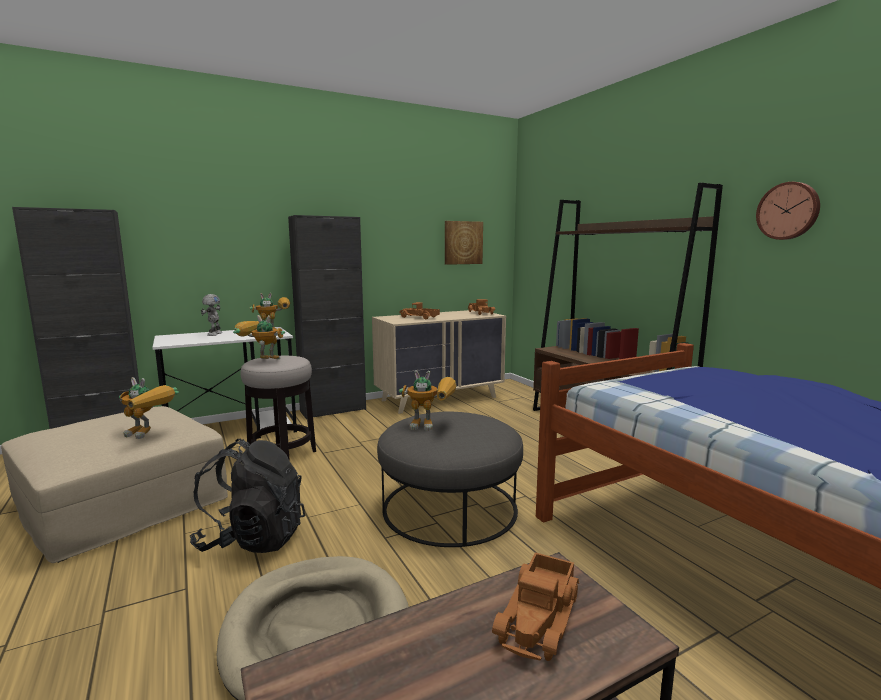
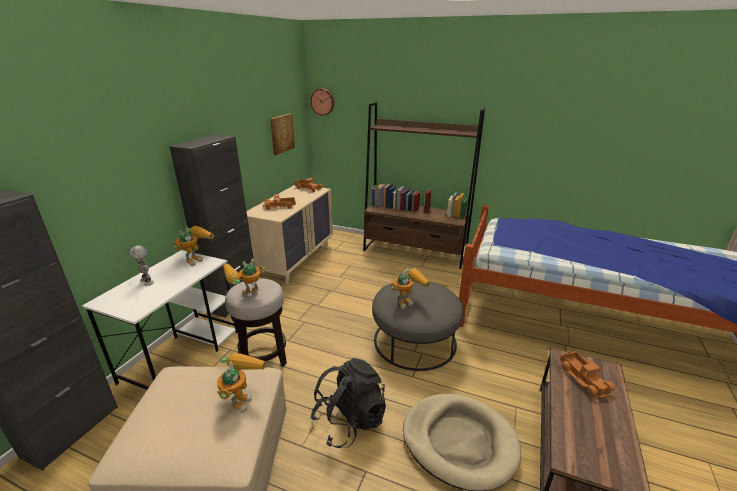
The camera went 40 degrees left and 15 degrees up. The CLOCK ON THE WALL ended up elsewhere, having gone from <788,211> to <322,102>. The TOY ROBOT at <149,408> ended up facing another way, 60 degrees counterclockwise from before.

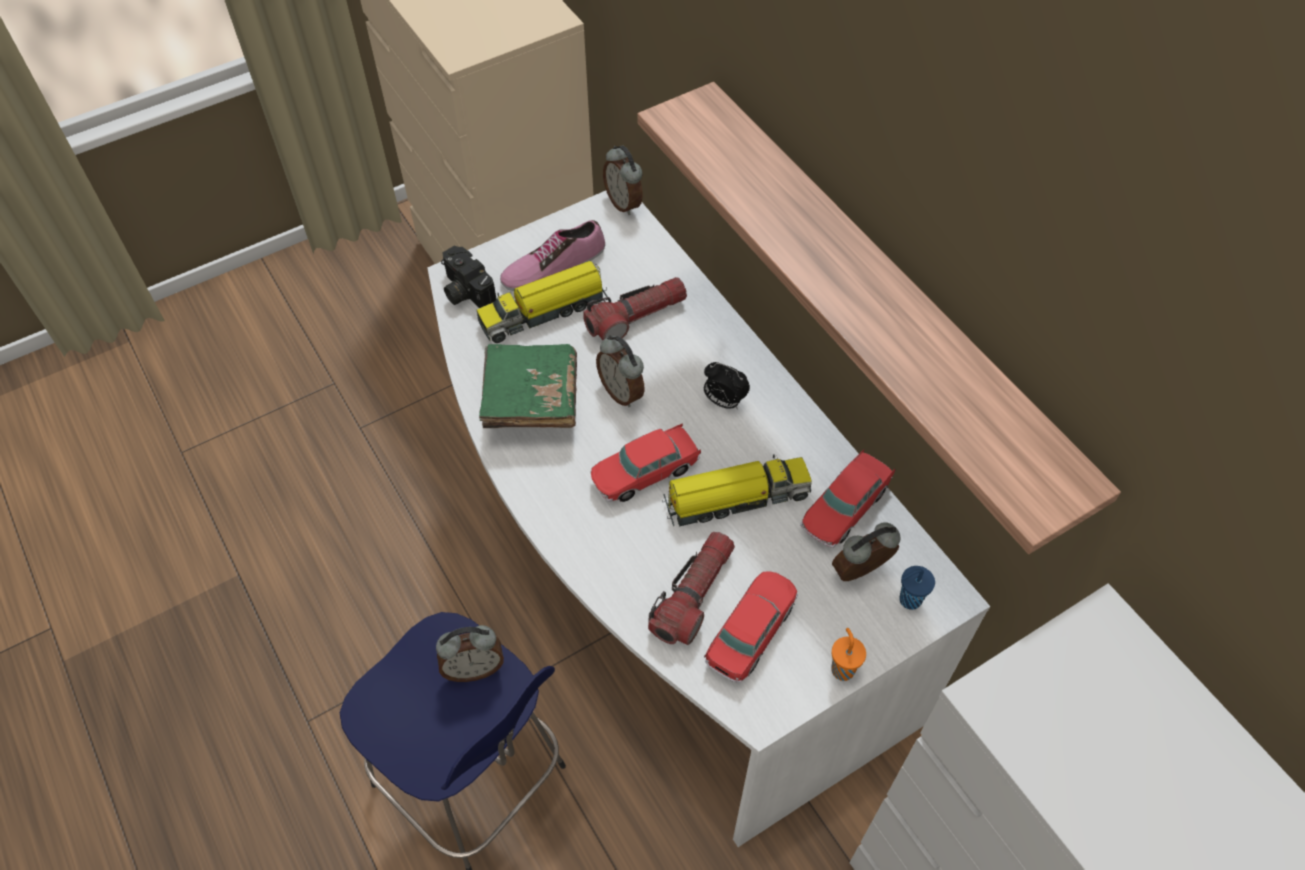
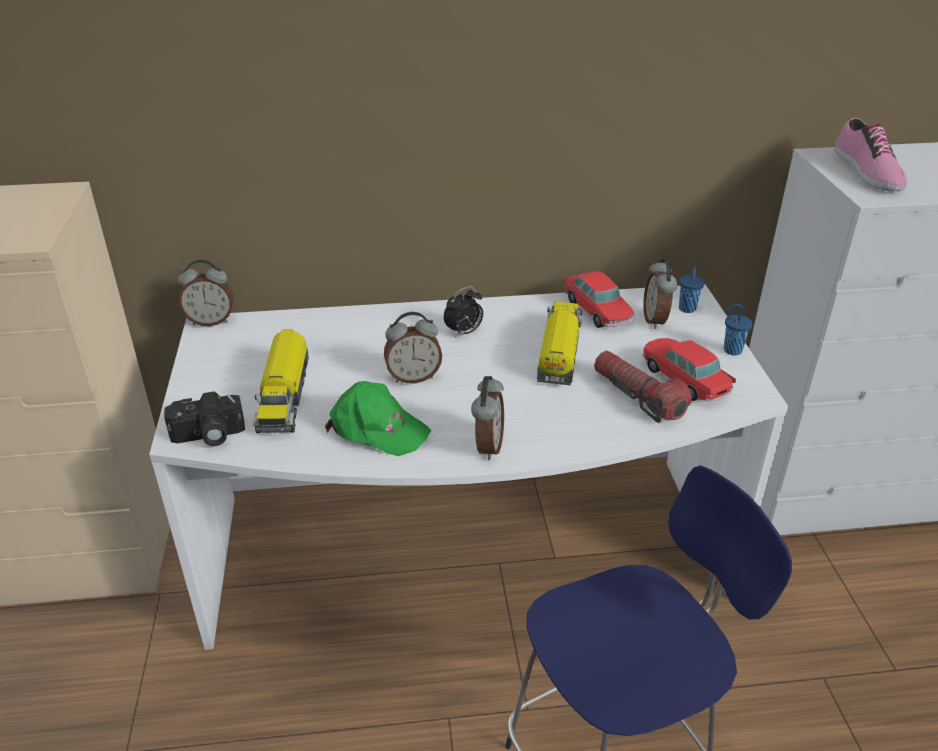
The camera went 65 degrees left and 20 degrees down. The second view lost the BRACKET SHELF at <879,318>. The SHOE ended up elsewhere, having gone from <552,255> to <870,154>. The second view lost the FLASHLIGHT at <635,308>. Where the GREEN VOLUME stood at <528,386>, the GREEN CAP came to stand at <378,418>. The second view lost the TOY CAR at <646,462>. The ALARM CLOCK ended up elsewhere, having gone from <470,653> to <487,418>. What was the ORANGE-COLOURED DRINKING CUP at <848,654> turned into the BLUE DRINKING CUP at <738,329>.

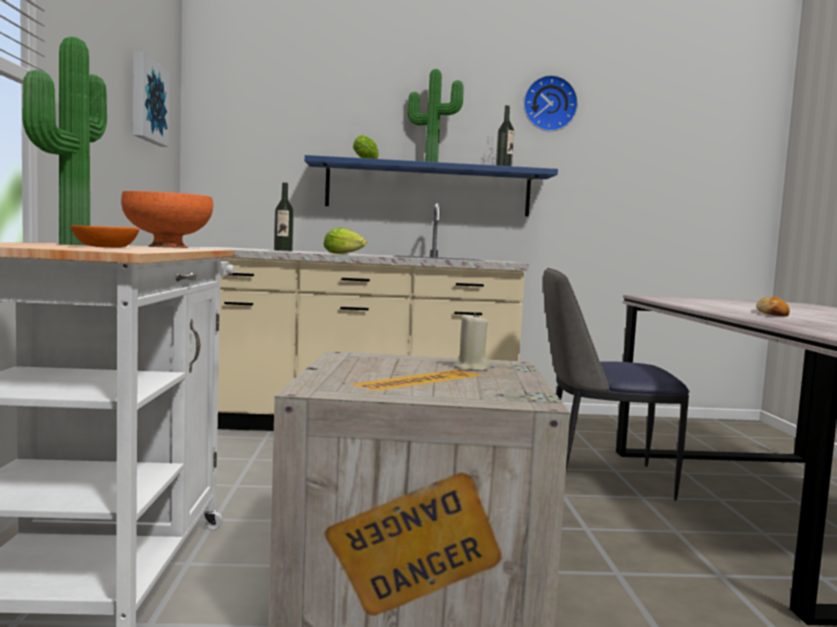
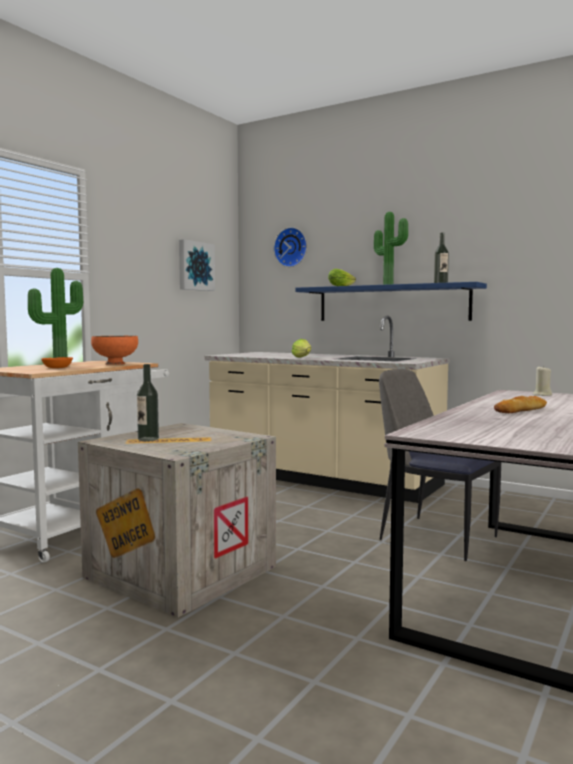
The camera went 35 degrees right and 0 degrees up. The CLOCK ON THE WALL ended up elsewhere, having gone from <550,103> to <290,247>. The BOTTLE ended up elsewhere, having gone from <284,216> to <148,402>. The SAND-COLOURED WAX LIGHT ended up elsewhere, having gone from <471,341> to <542,381>.

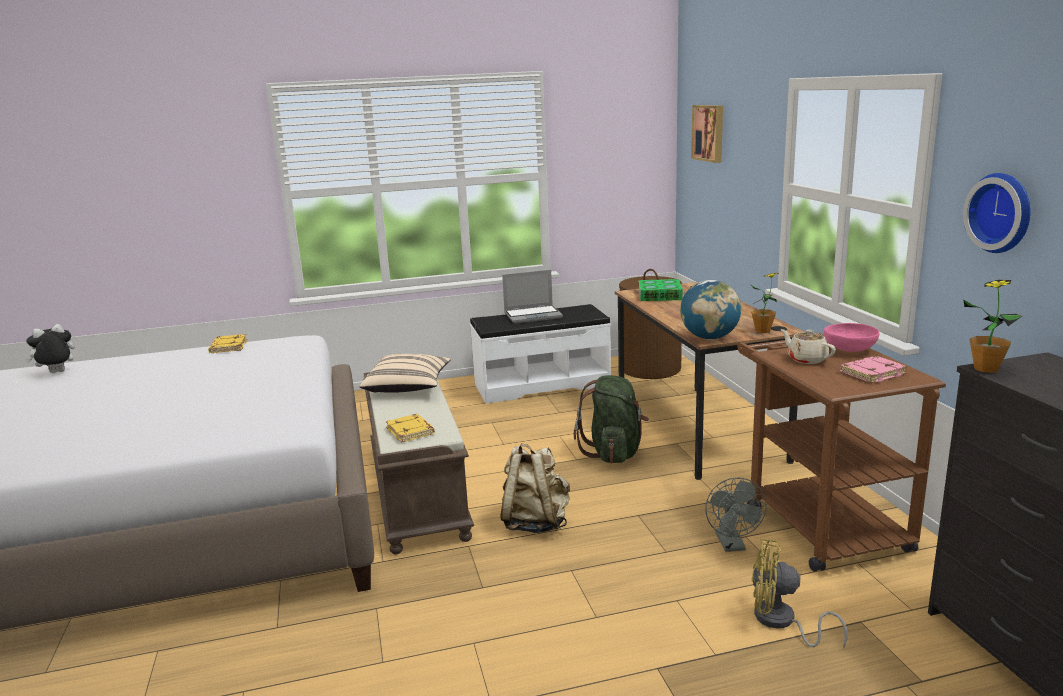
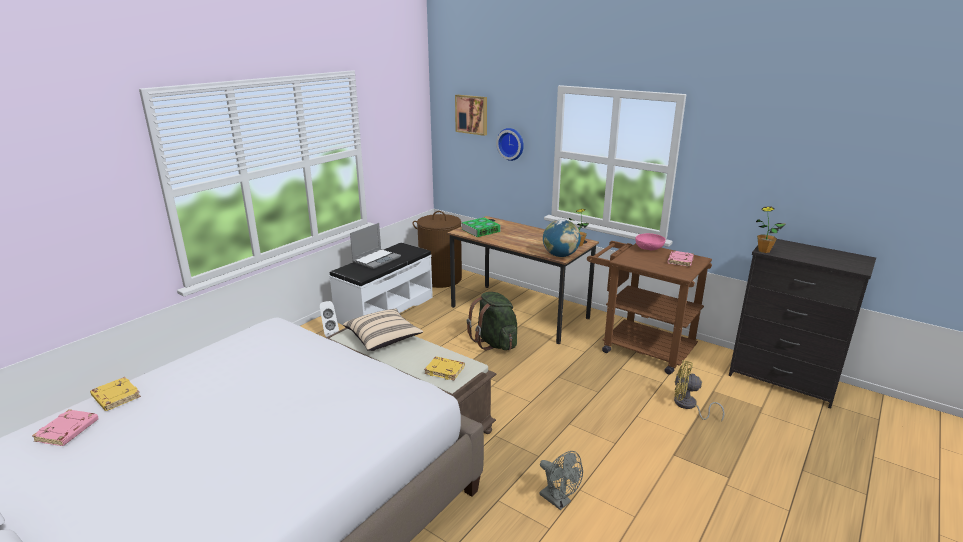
The camera went 40 degrees left and 5 degrees up. The CLOCK ON THE WALL ended up elsewhere, having gone from <997,213> to <510,144>. Where the SOFT TOY stood at <50,348>, the PINKISH VOLUME came to stand at <65,427>. The second view lost the SAND-COLOURED TEAPOT at <808,346>. The YELLOWISH VOLUME ended up elsewhere, having gone from <227,343> to <115,394>. The second view lost the SAND-COLOURED BACKPACK at <535,488>. The GREY FAN ended up elsewhere, having gone from <736,514> to <561,480>. The YELLOWISH FAN at <800,593> ended up facing another way, 45 degrees clockwise from before. The second view gained the WHITISH AUDIO SPEAKER at <329,319>.

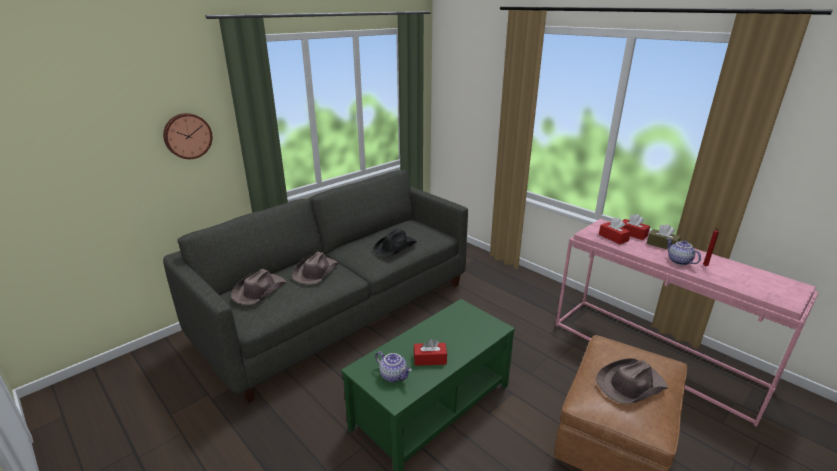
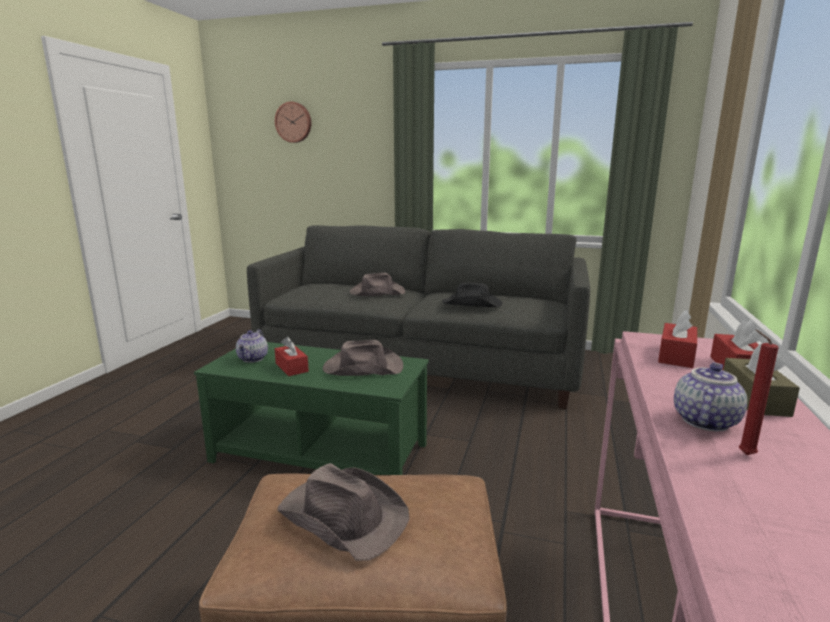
The camera went 60 degrees right and 10 degrees down. The CLOCK ON THE WALL ended up elsewhere, having gone from <187,136> to <293,122>. The BROWNISH CLOTHING HAT ended up elsewhere, having gone from <258,287> to <363,358>.

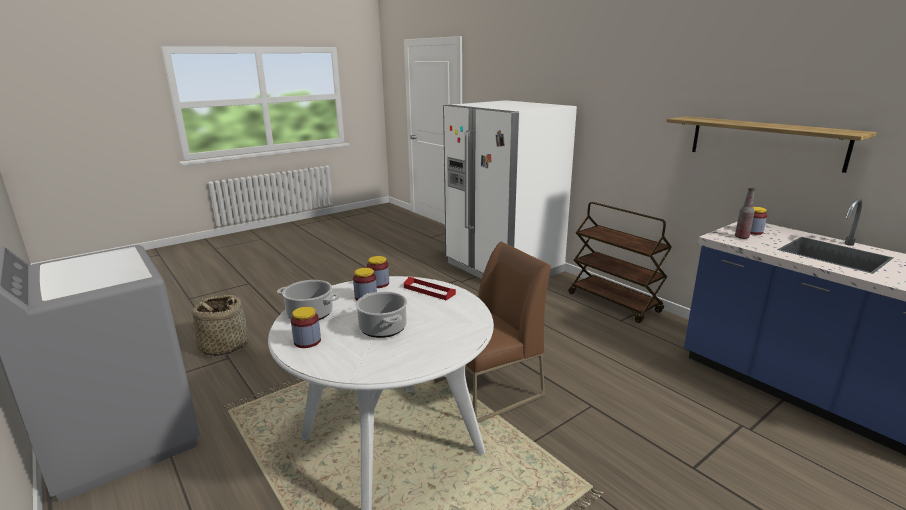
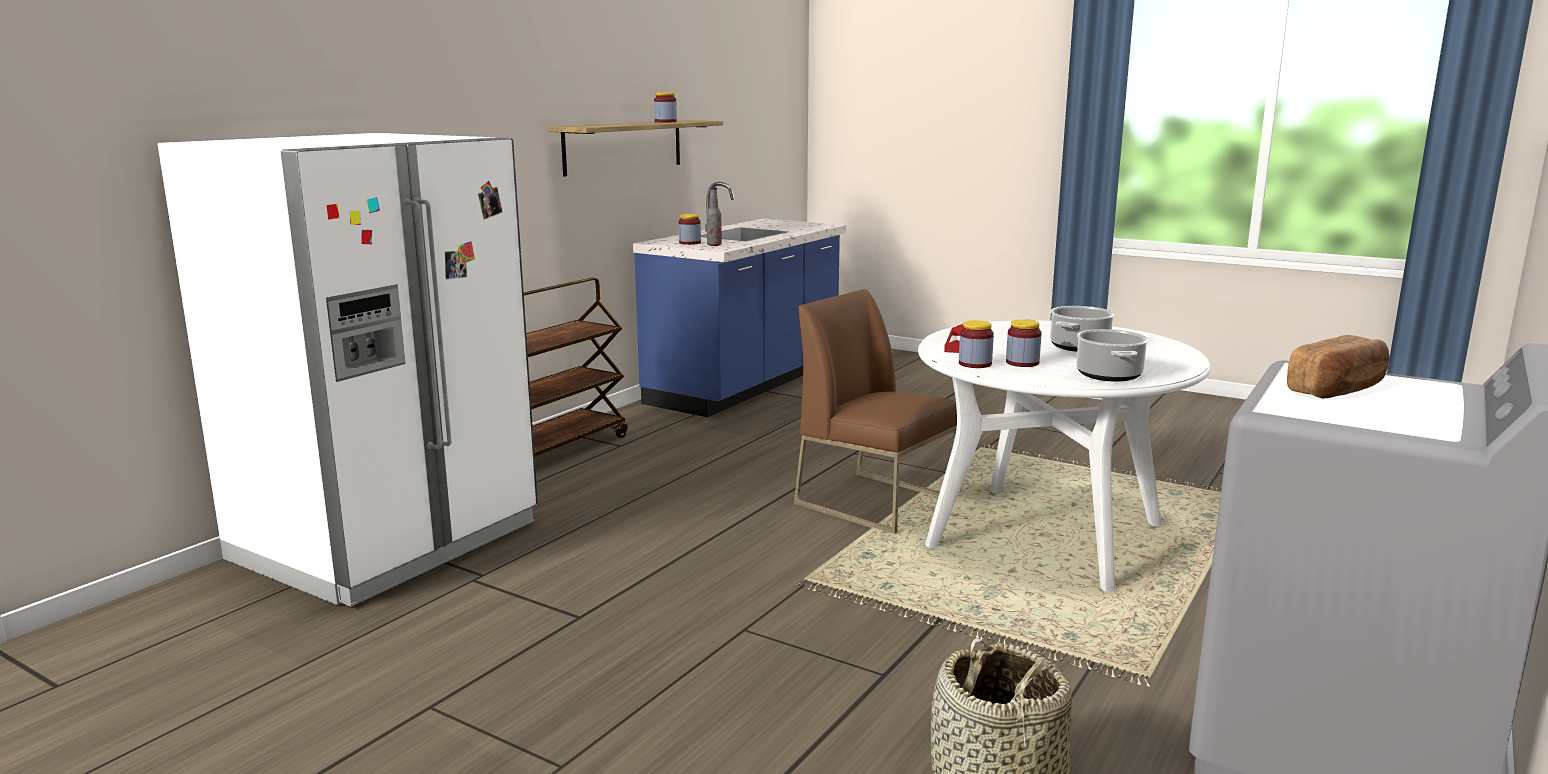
The camera went 110 degrees left and 5 degrees down. The STORAGE JAR ended up elsewhere, having gone from <306,327> to <665,107>. The second view gained the BREAD at <1338,367>.

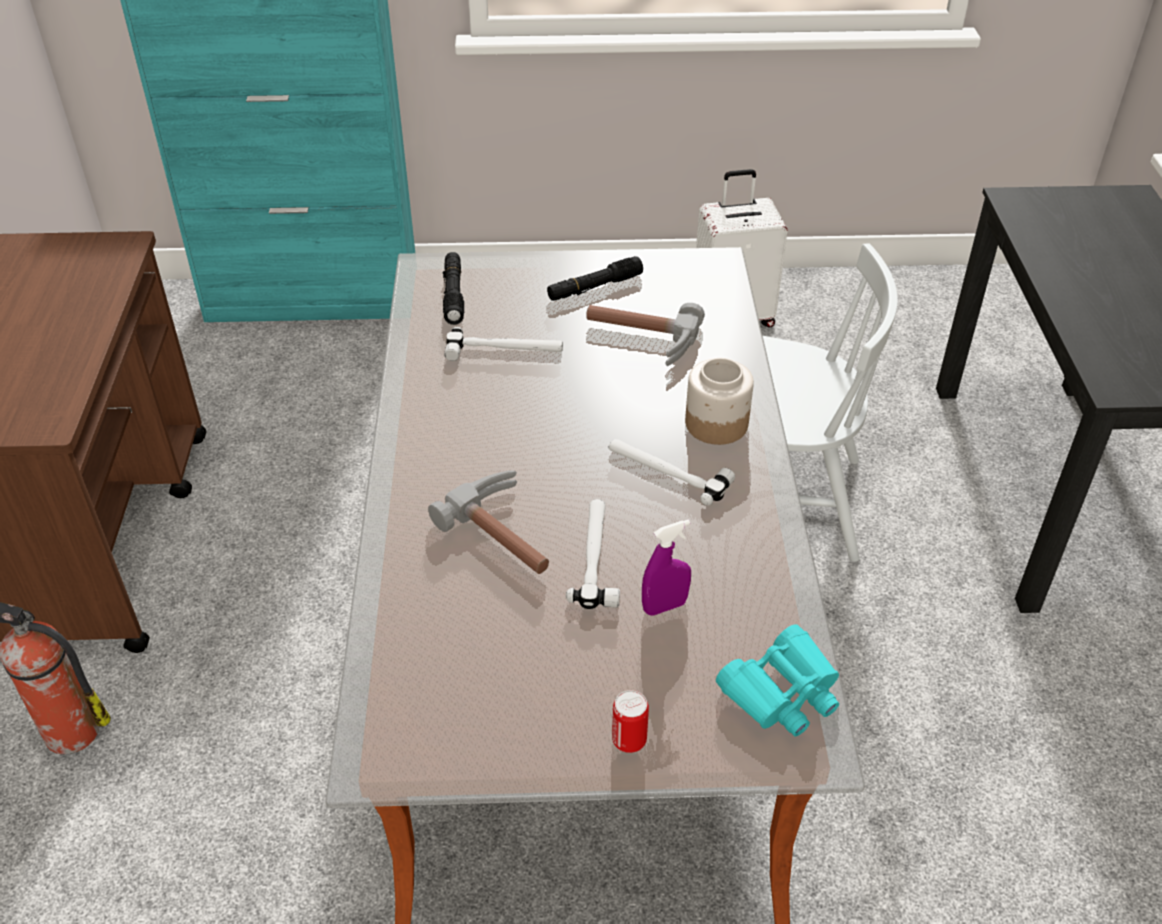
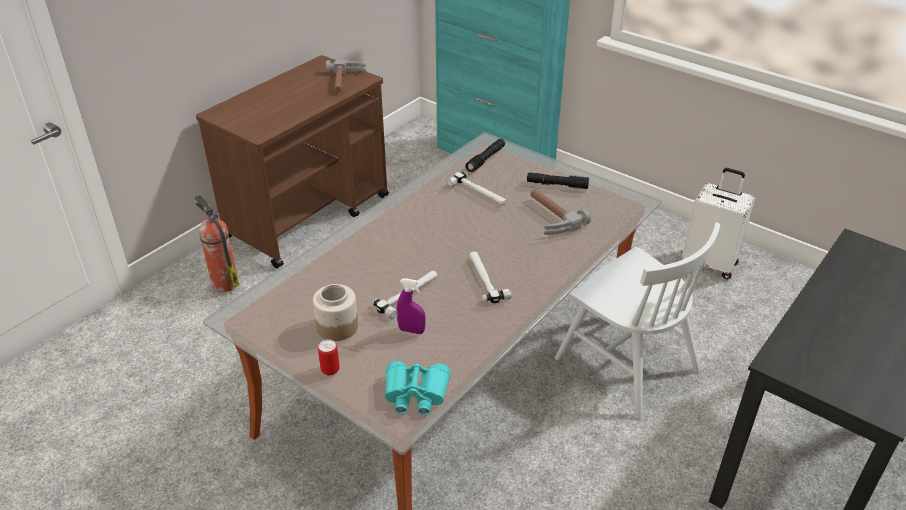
The camera went 40 degrees right and 5 degrees down. The STORAGE JAR ended up elsewhere, having gone from <719,401> to <335,312>. The HAMMER ended up elsewhere, having gone from <488,522> to <346,76>.

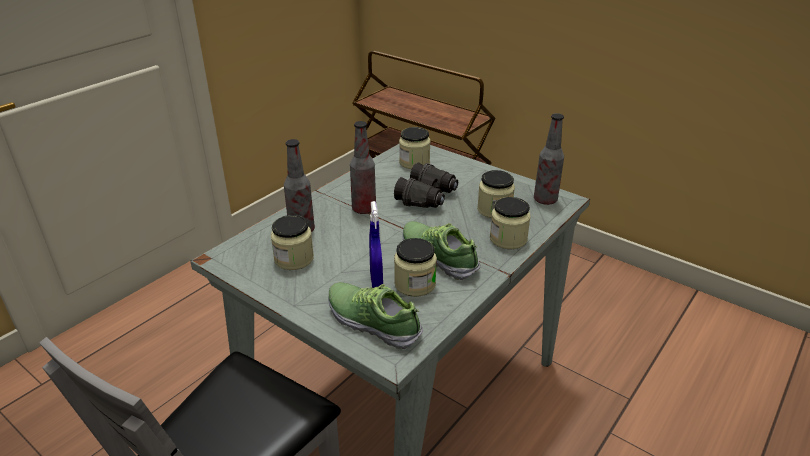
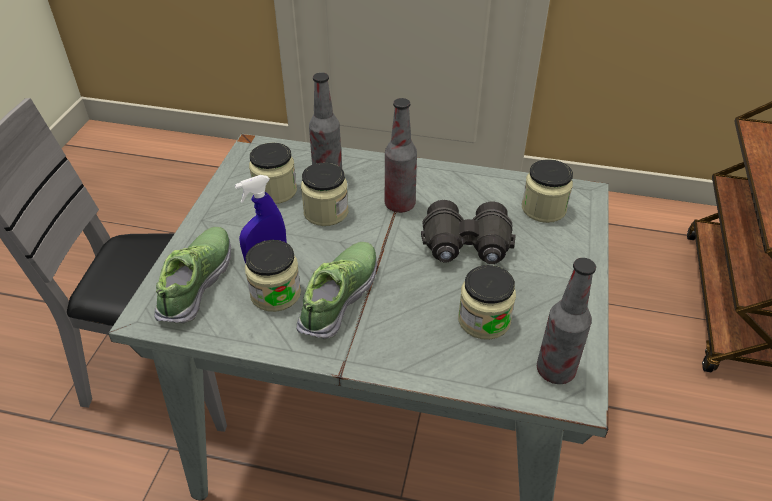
The camera went 65 degrees right and 10 degrees up. The STORAGE JAR ended up elsewhere, having gone from <510,223> to <324,194>.

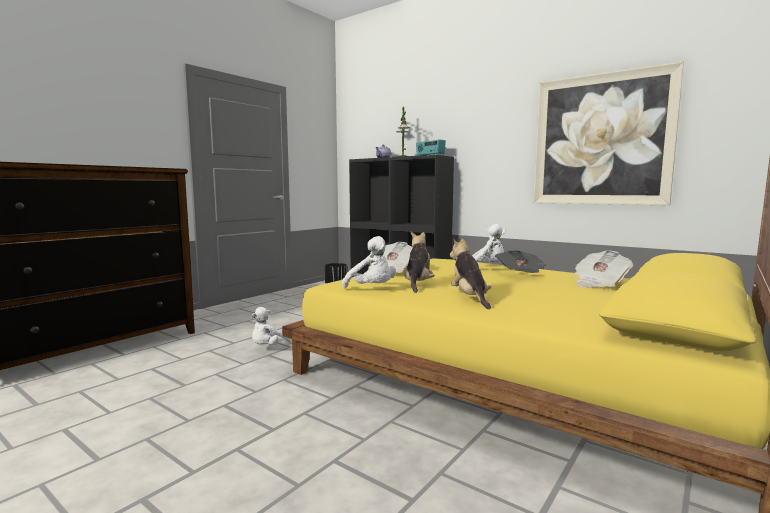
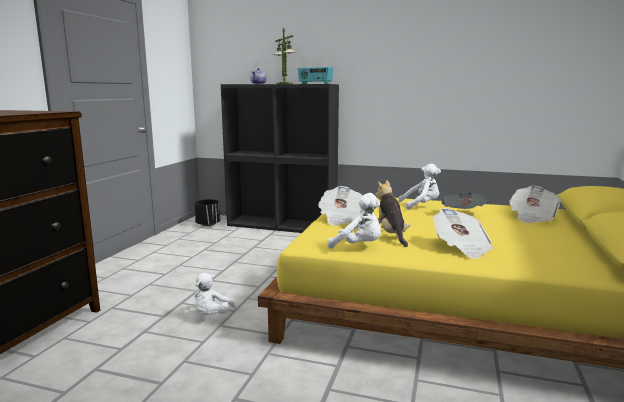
The camera went 20 degrees left and 5 degrees up. The second view lost the PICTURE at <608,133>. Where the SOFT TOY stood at <470,273>, the PRINTED PAPER came to stand at <463,233>.

